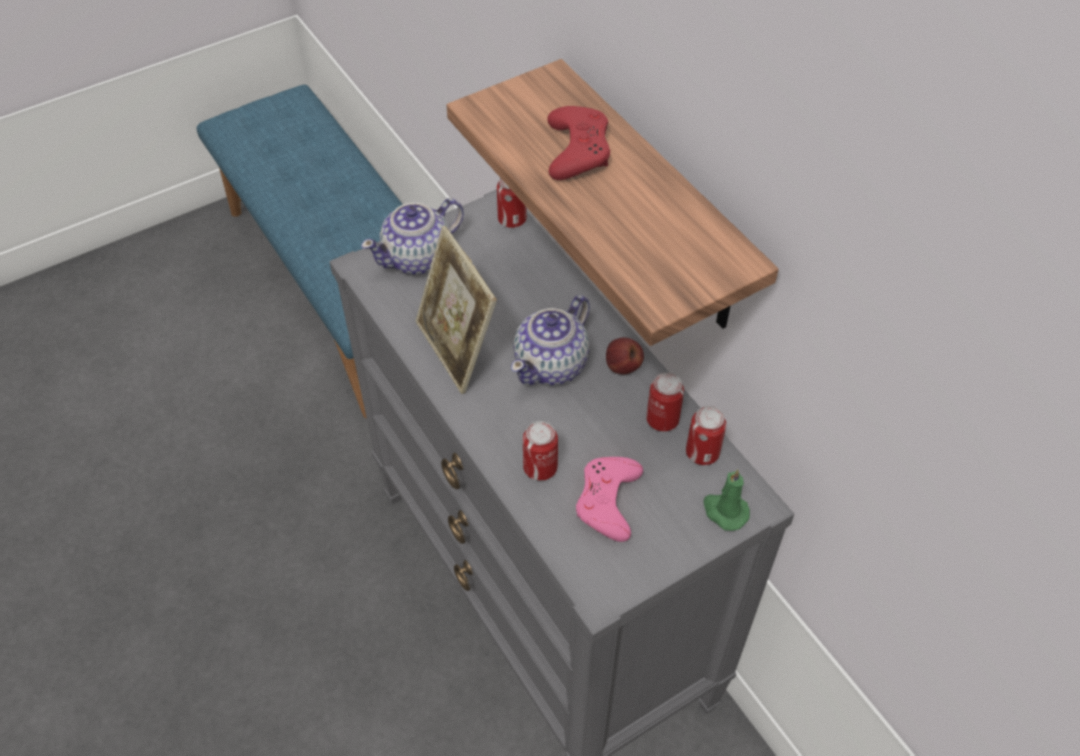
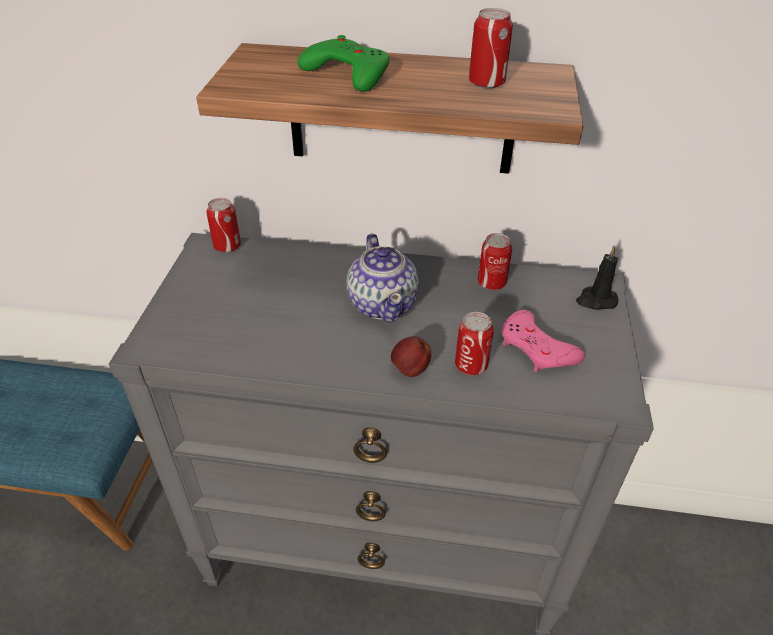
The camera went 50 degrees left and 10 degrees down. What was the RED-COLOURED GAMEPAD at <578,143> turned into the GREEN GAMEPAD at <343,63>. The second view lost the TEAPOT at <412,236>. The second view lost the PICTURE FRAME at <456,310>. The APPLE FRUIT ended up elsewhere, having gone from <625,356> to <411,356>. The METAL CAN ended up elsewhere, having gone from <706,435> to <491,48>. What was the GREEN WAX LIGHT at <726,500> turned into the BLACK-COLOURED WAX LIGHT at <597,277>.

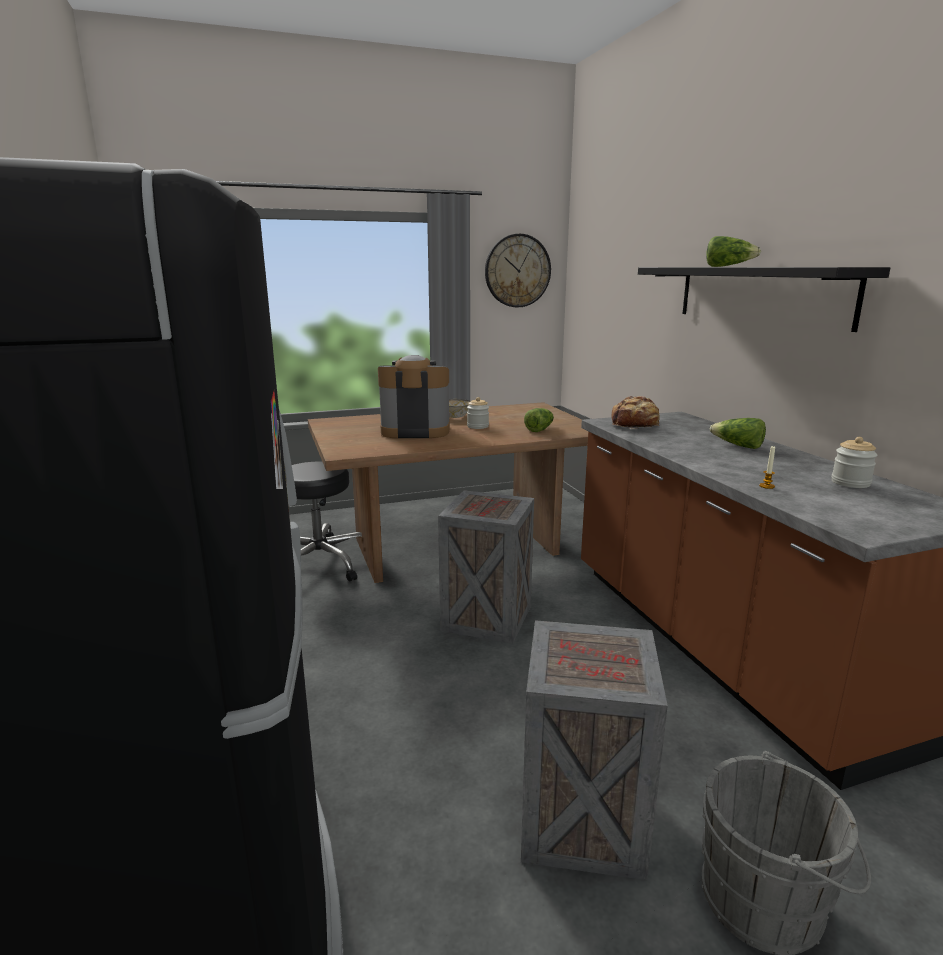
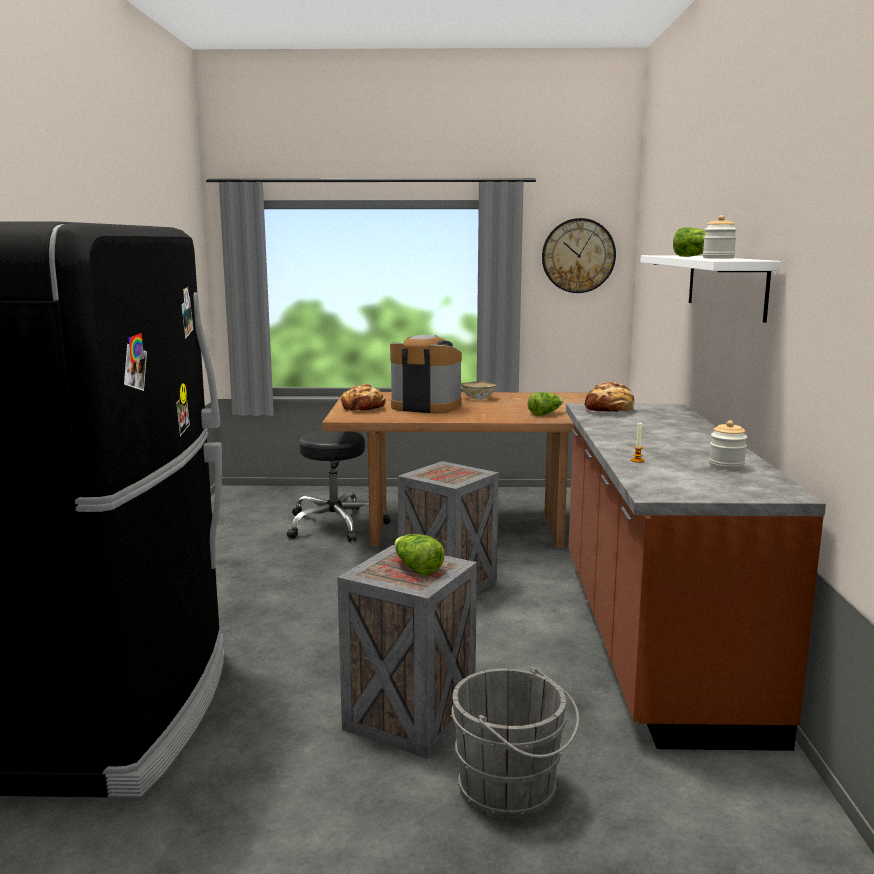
The camera went 20 degrees right and 5 degrees down. What was the BLACK-COLOURED BRACKET SHELF at <764,299> turned into the WHITISH BRACKET SHELF at <710,289>. The STORAGE JAR ended up elsewhere, having gone from <478,413> to <720,237>. The LETTUCE HEAD ended up elsewhere, having gone from <738,433> to <419,555>. The second view gained the BREAD at <363,398>.

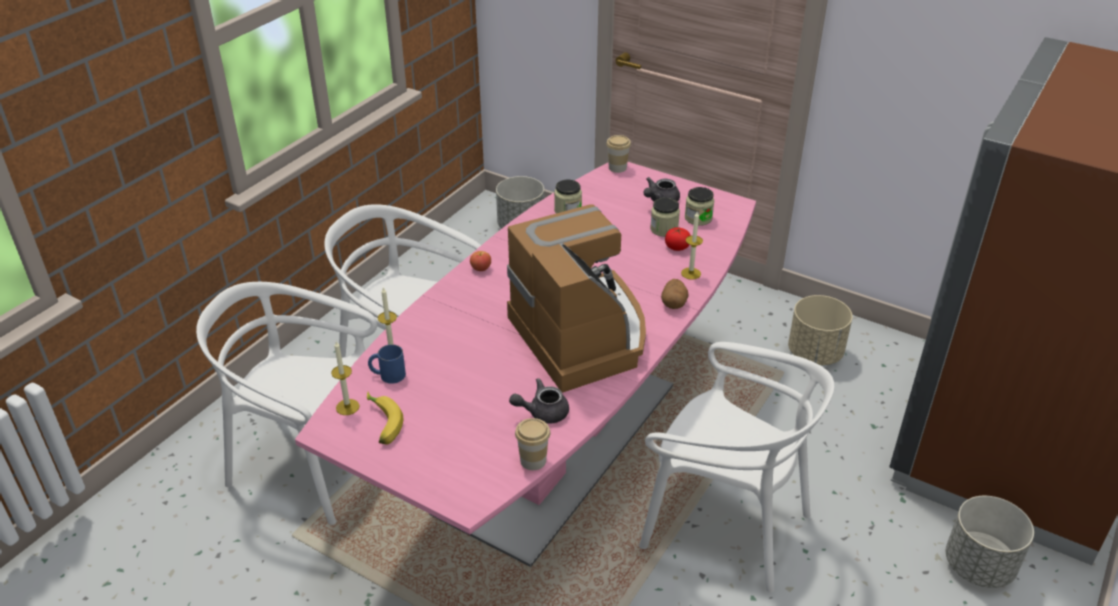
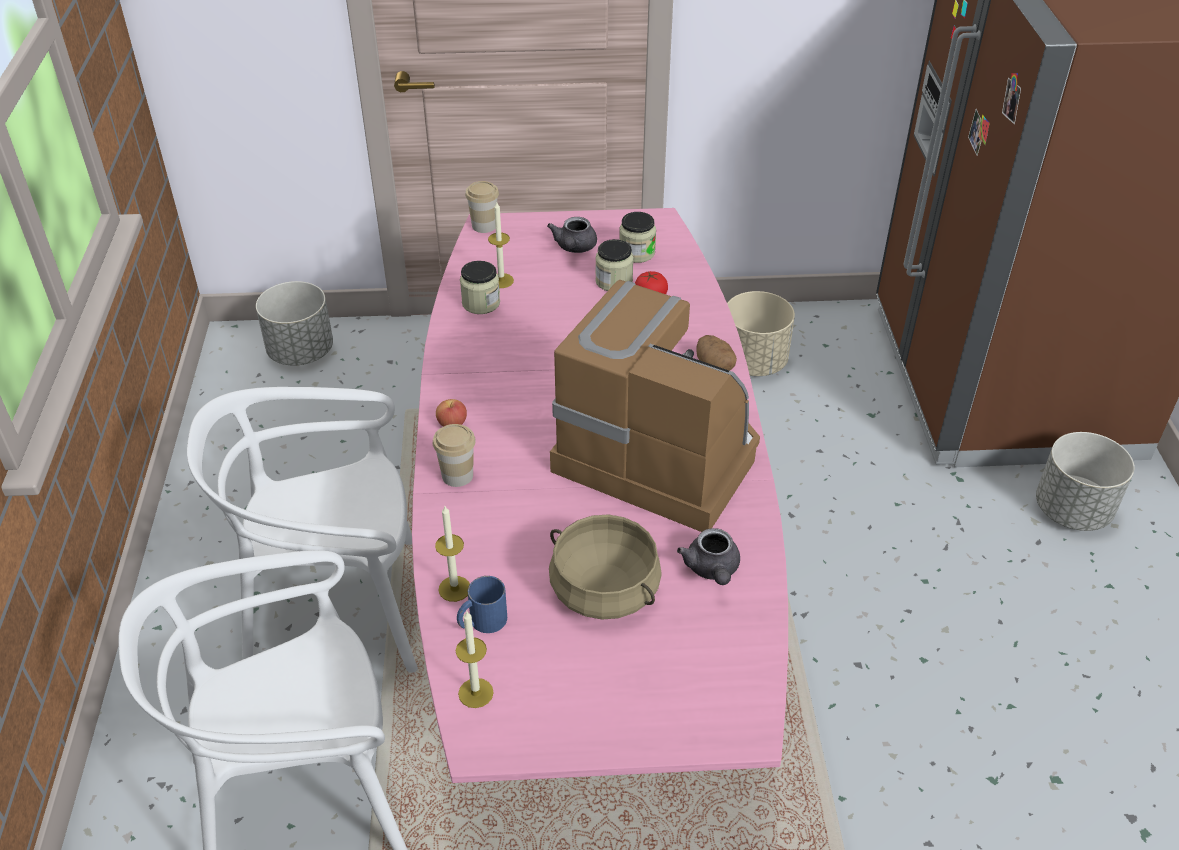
The camera went 35 degrees left and 5 degrees up. The WAX LIGHT ended up elsewhere, having gone from <692,246> to <501,245>. The second view lost the WHITISH CHAIR at <737,467>. The GREY TEAPOT at <539,401> ended up facing another way, 45 degrees counterclockwise from before. The second view lost the BANANA FRUIT at <385,418>. The DRINKING CUP ended up elsewhere, having gone from <532,444> to <454,455>. The second view gained the SAND-COLOURED STOCKPOT at <605,567>.

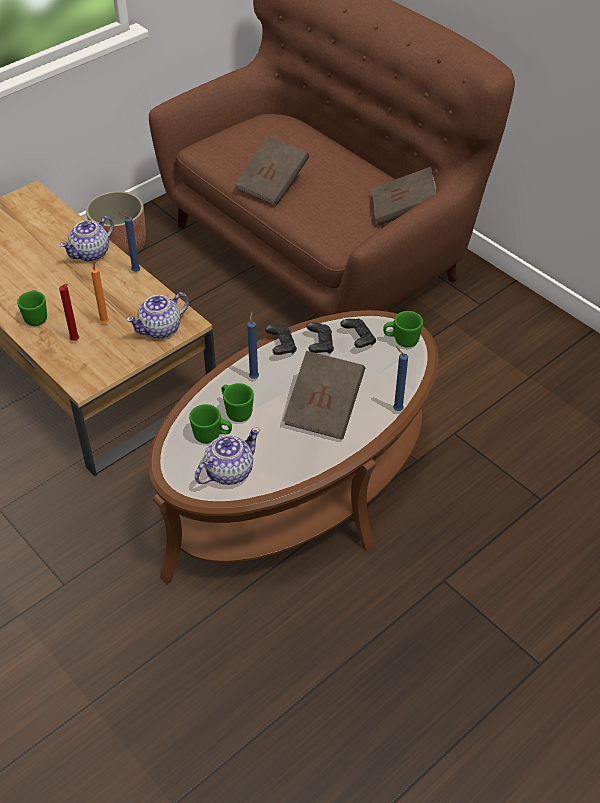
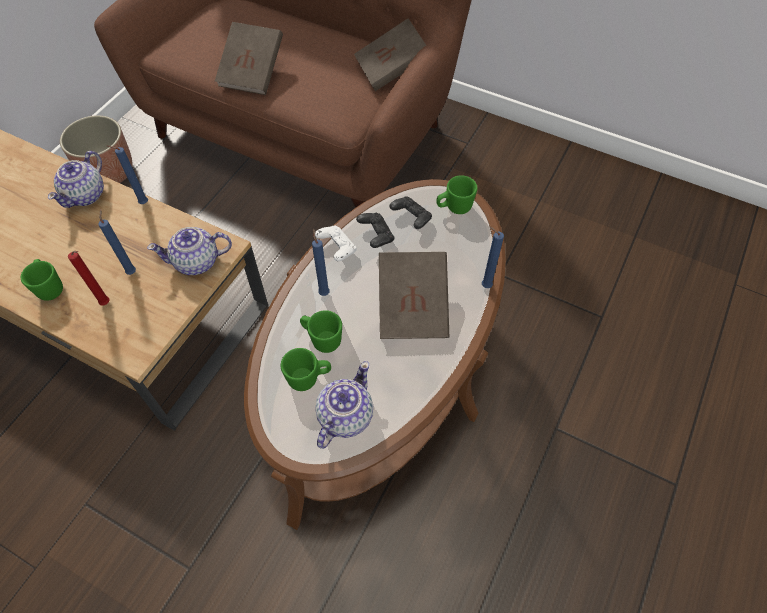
The camera went 20 degrees left and 10 degrees up. What was the ORANGE-COLOURED WAX LIGHT at <100,291> turned into the BLUE WAX LIGHT at <117,242>. The TEAPOT at <157,315> ended up facing another way, 45 degrees clockwise from before. What was the BLACK-COLOURED GAMEPAD at <281,340> turned into the WHITISH GAMEPAD at <336,243>.

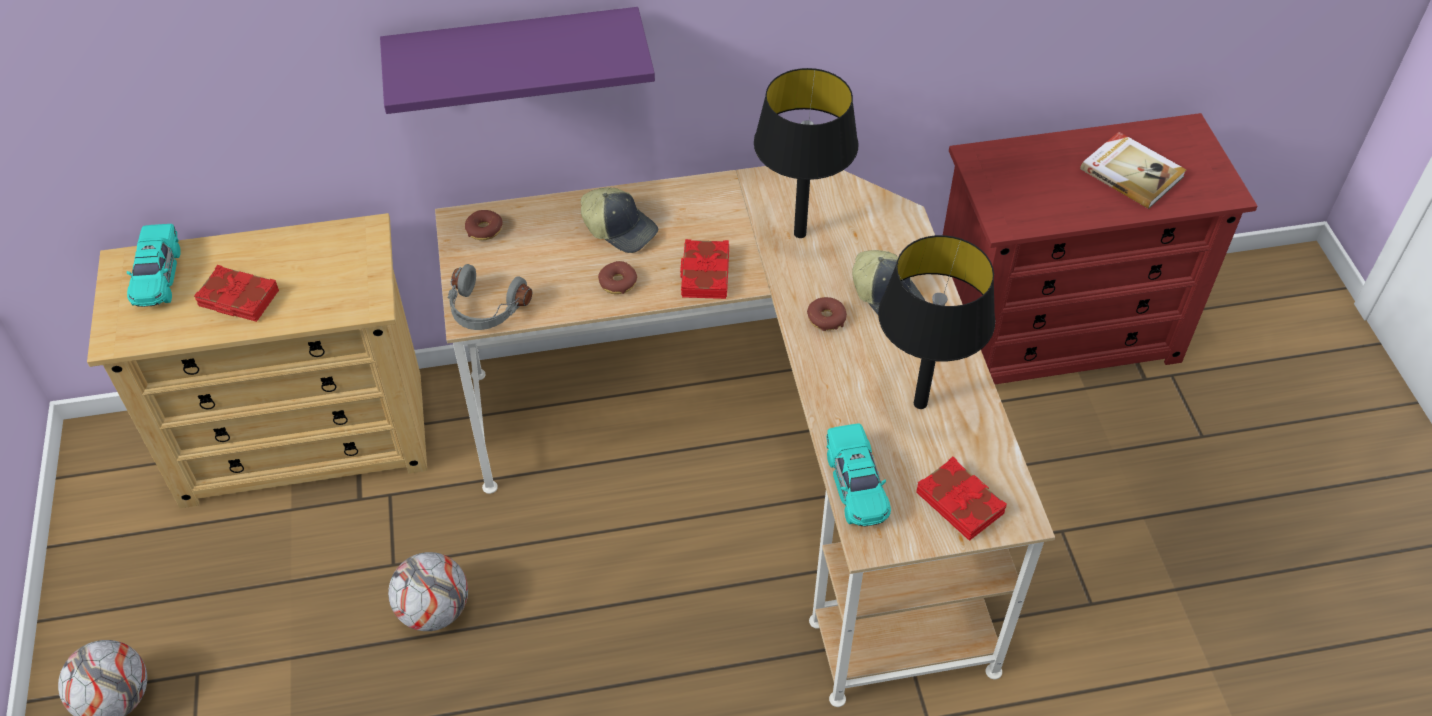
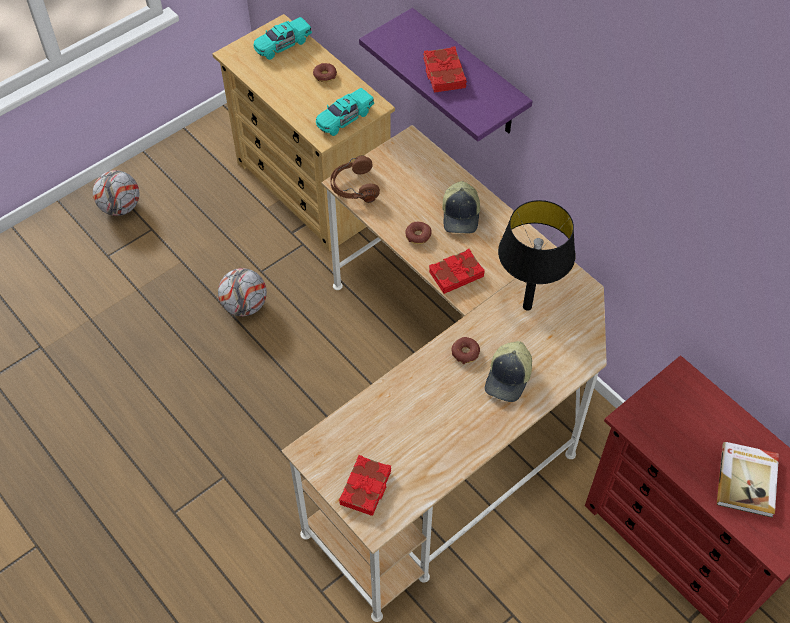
The camera went 60 degrees right and 5 degrees up. The RING DOUGHNUT ended up elsewhere, having gone from <484,225> to <325,72>. The second view lost the BLACK-COLOURED TABLE LAMP at <936,322>. What was the GREY HEADSET at <489,297> turned into the BROWNISH HEADSET at <355,179>. The RED-COLOURED VOLUME ended up elsewhere, having gone from <236,293> to <445,69>. The BLUE-GREEN TOY CAR ended up elsewhere, having gone from <859,474> to <345,112>.

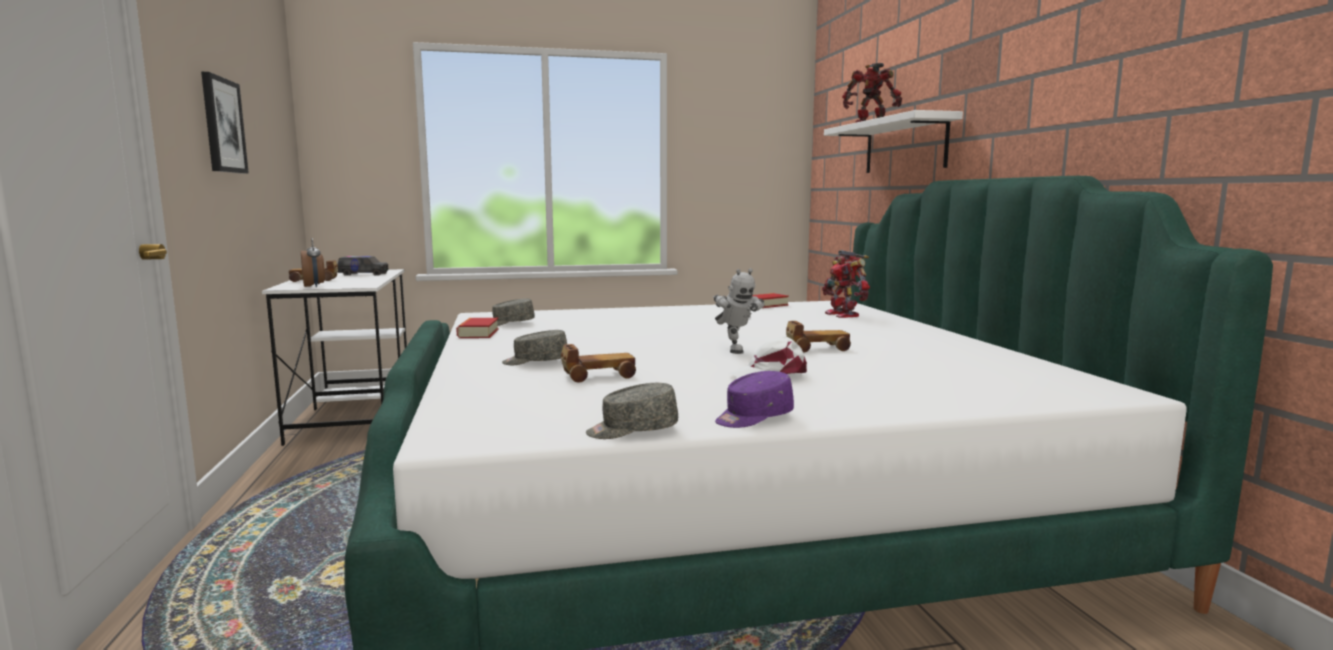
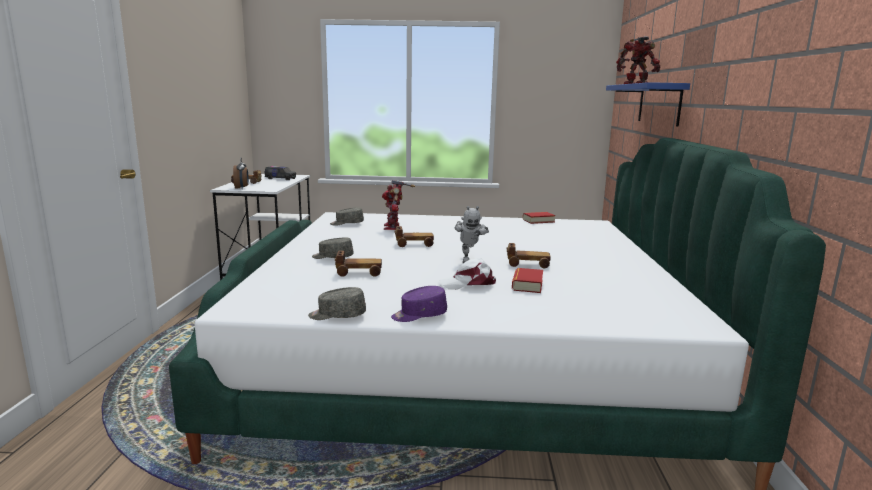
The camera went 15 degrees right and 5 degrees up. The second view lost the PICTURE at <225,123>. What was the WHITISH BRACKET SHELF at <893,141> turned into the BLUE BRACKET SHELF at <648,104>. The TOY ROBOT ended up elsewhere, having gone from <846,284> to <398,205>. The VOLUME ended up elsewhere, having gone from <477,328> to <527,280>. The second view gained the TOY CAR at <414,236>.

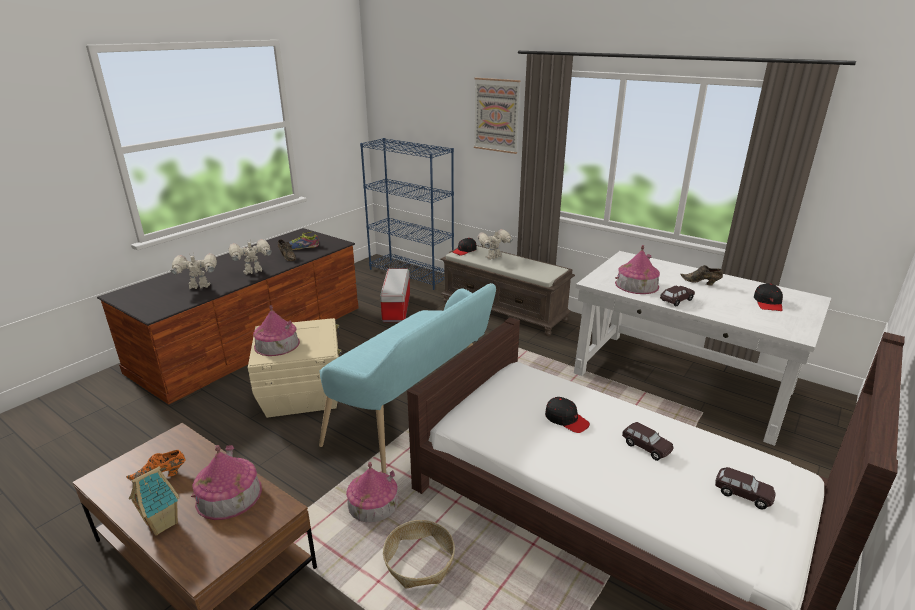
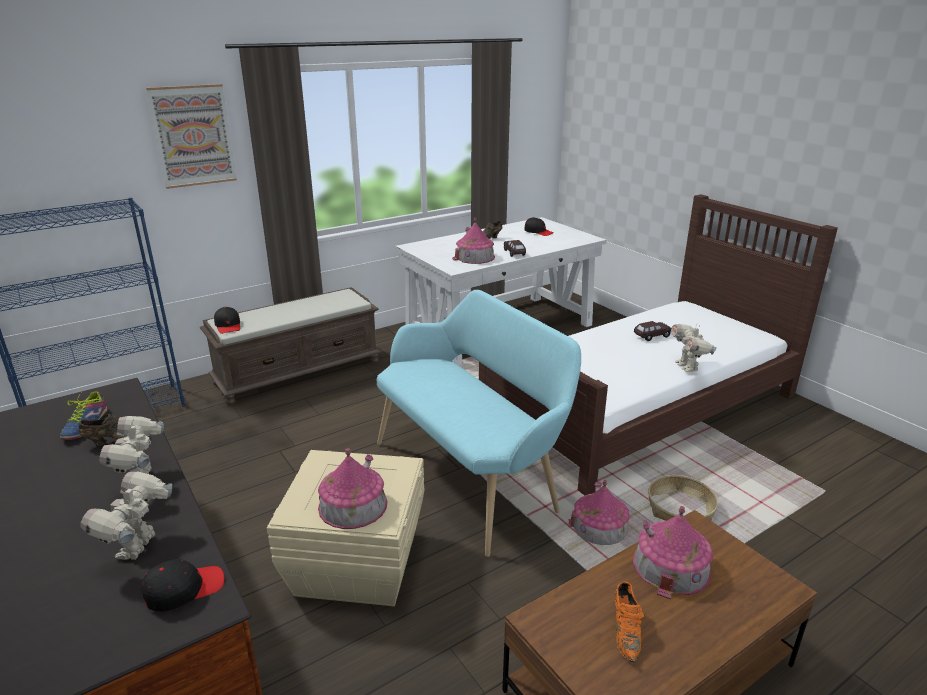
The camera went 70 degrees left and 0 degrees up. The TOY ROBOT ended up elsewhere, having gone from <495,244> to <694,348>. The second view lost the STORAGE BIN at <395,295>. The BLACK-COLOURED CAP ended up elsewhere, having gone from <567,415> to <183,585>. The second view lost the TOY HOUSE at <154,501>. The second view lost the BROWNISH TOY CAR at <745,488>.

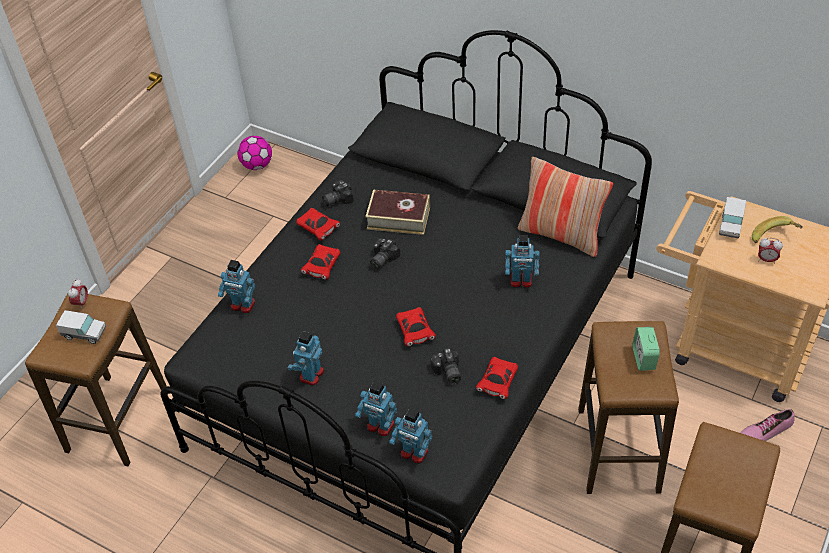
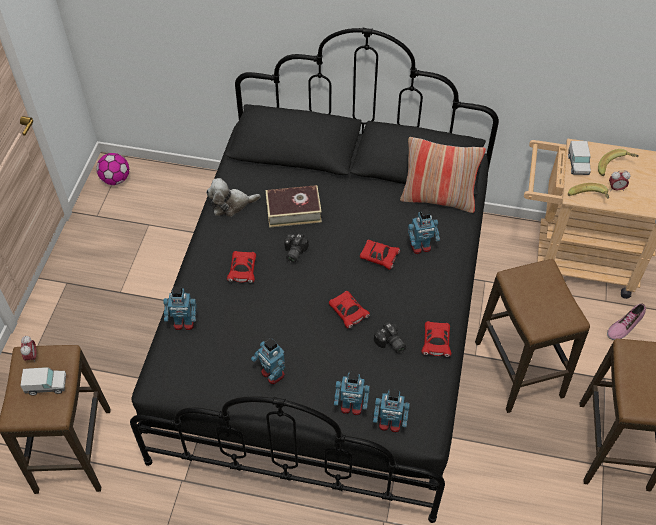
The camera went 20 degrees left and 5 degrees up. Where the PHOTO CAMERA stood at <338,193>, the SOFT TOY came to stand at <233,197>. The RED-COLOURED TOY CAR ended up elsewhere, having gone from <318,224> to <380,255>. The second view lost the ALARM CLOCK at <646,349>. The TOY ROBOT at <305,358> ended up facing another way, 45 degrees counterclockwise from before. The second view gained the BANANA FRUIT at <588,191>.

